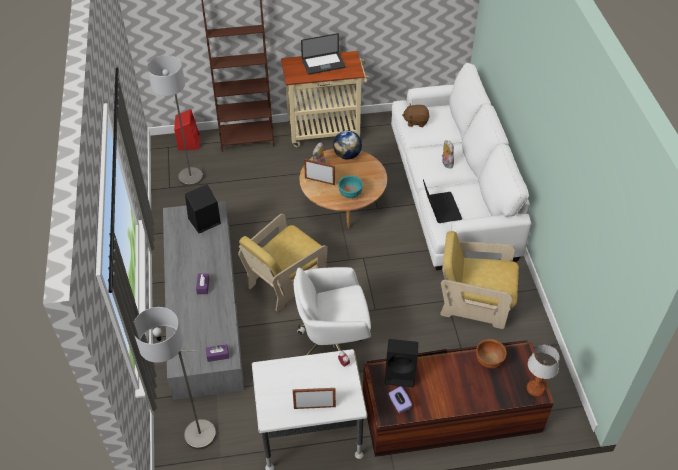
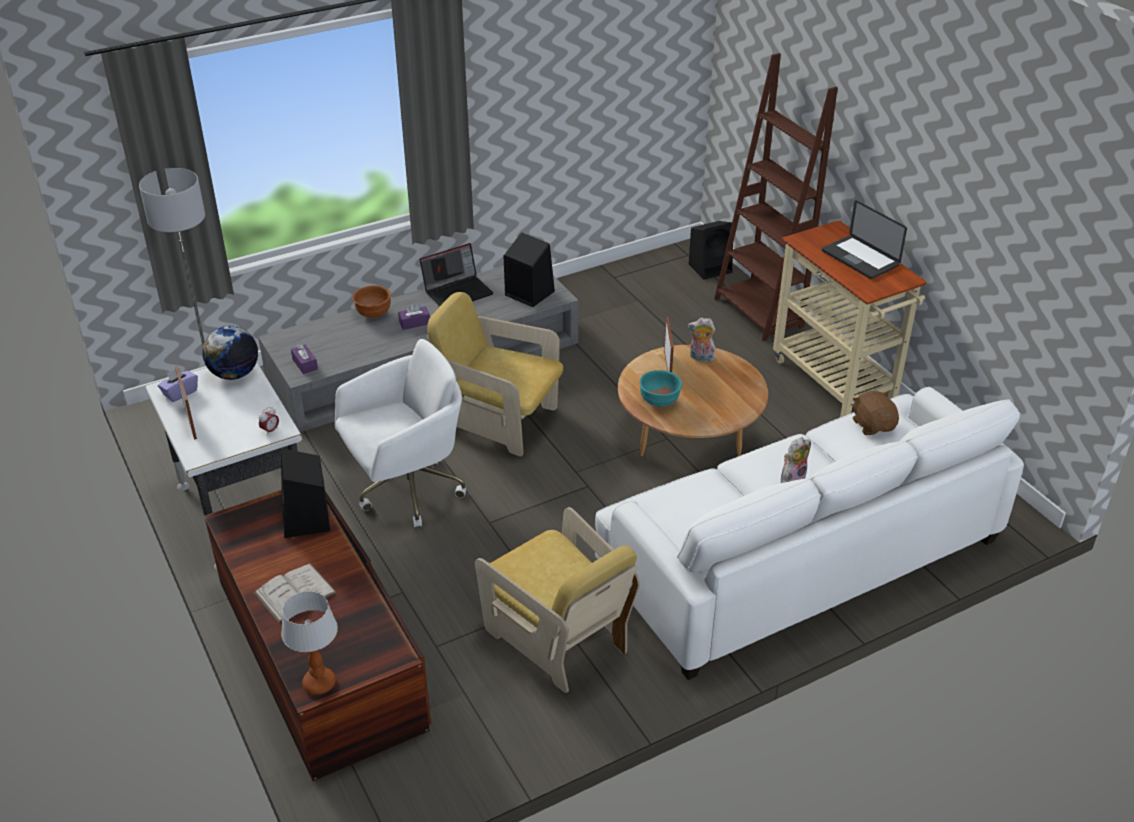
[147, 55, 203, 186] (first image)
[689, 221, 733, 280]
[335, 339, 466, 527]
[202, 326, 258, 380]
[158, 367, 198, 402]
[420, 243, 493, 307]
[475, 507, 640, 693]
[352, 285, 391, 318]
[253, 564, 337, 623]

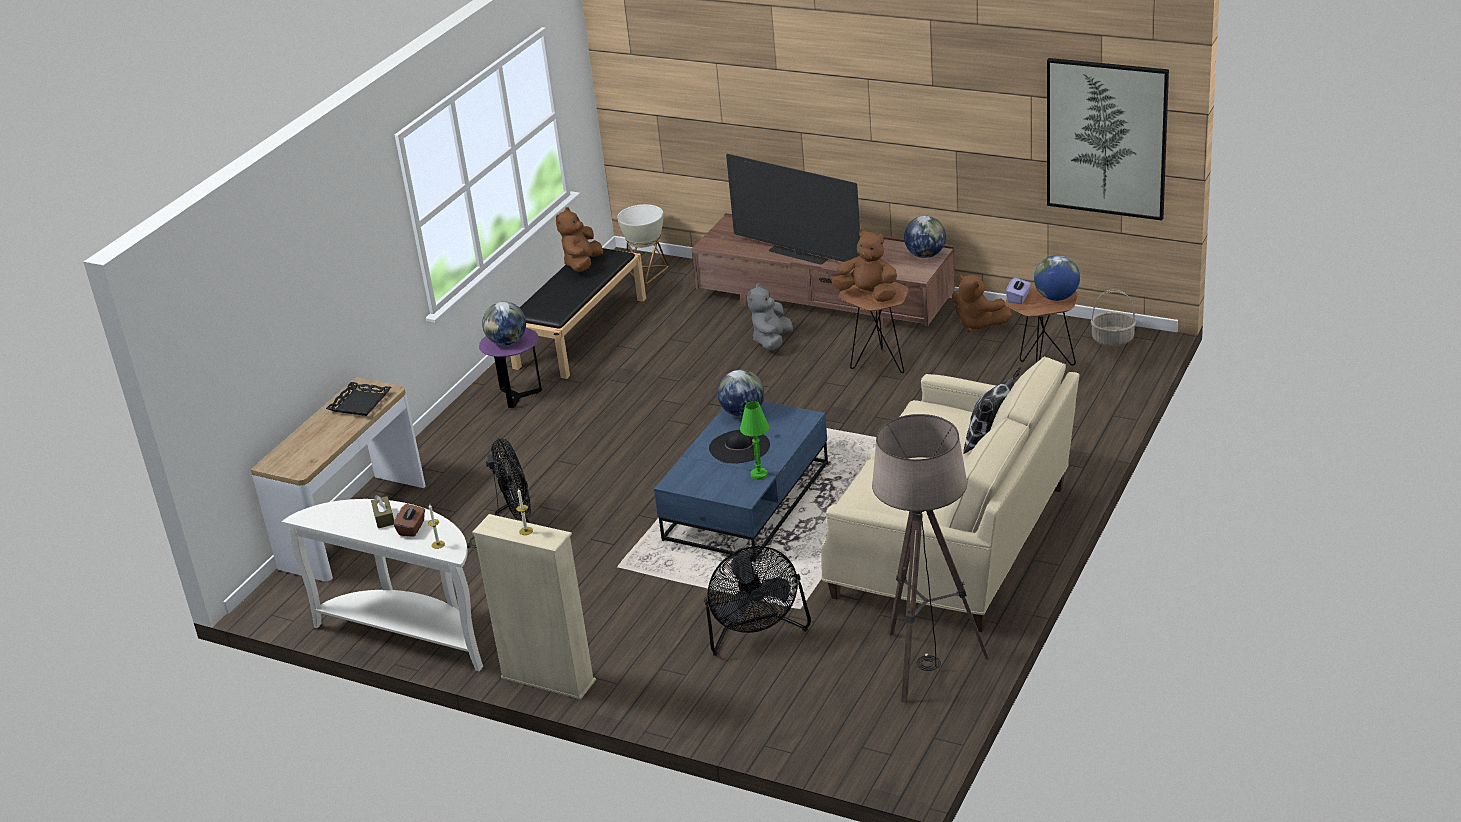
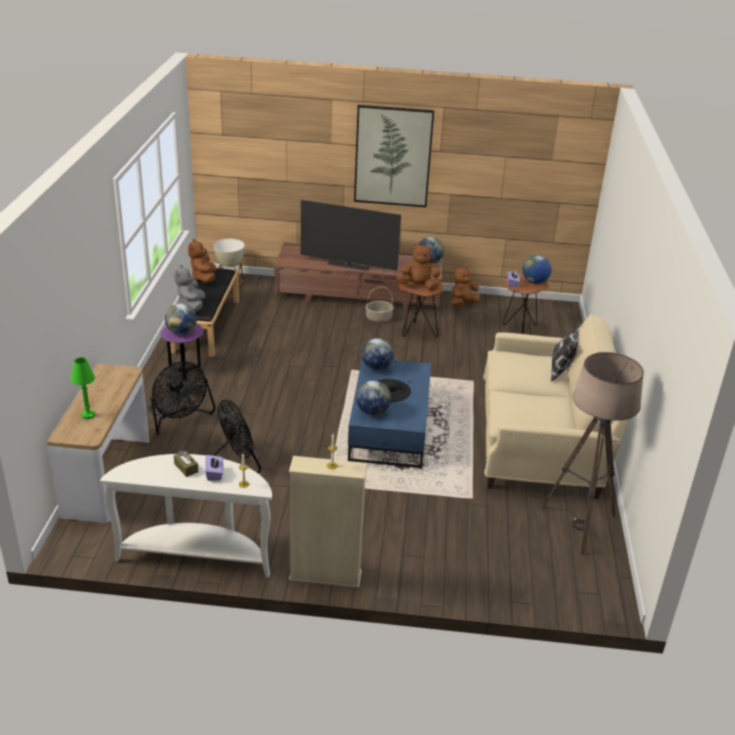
[326, 382, 391, 416] (first image)
[205, 455, 223, 481]
[148, 361, 215, 435]
[71, 357, 95, 419]
[174, 265, 205, 312]
[451, 266, 480, 307]
[354, 105, 434, 207]
[366, 286, 394, 323]
[356, 381, 391, 416]

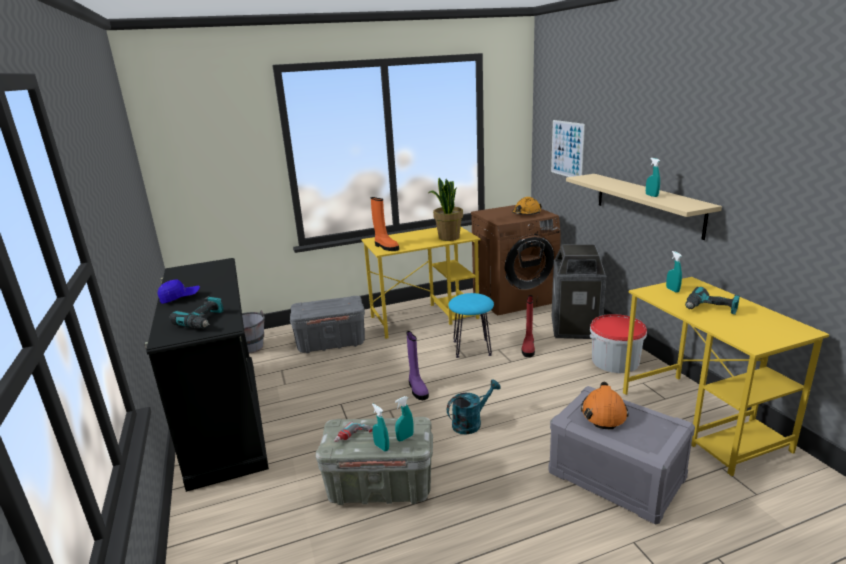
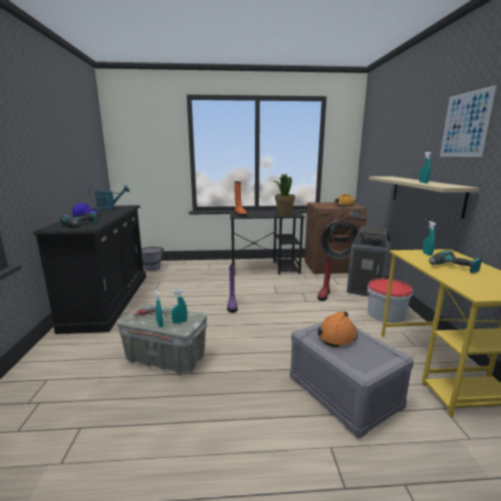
[290, 296, 365, 353] (first image)
[230, 210, 305, 276]
[89, 185, 130, 211]
[448, 293, 494, 358] (first image)
[440, 85, 497, 157]

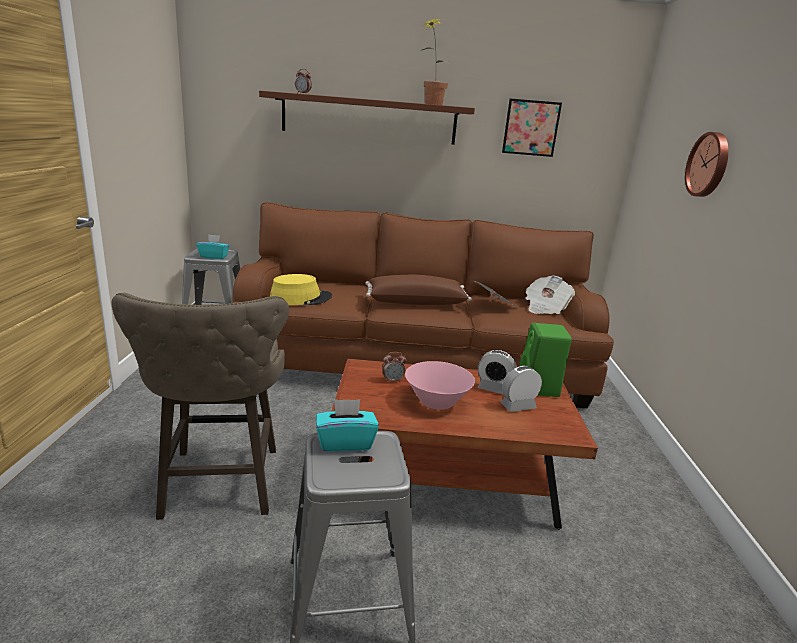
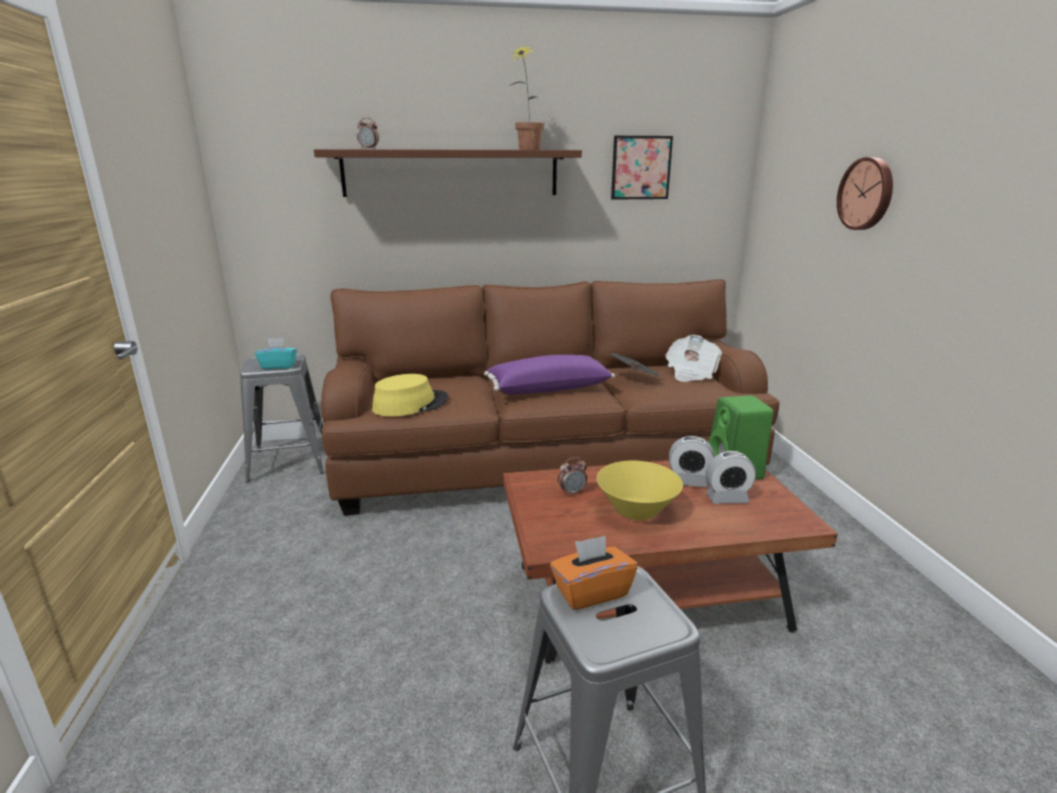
[112, 293, 289, 520] (first image)
[550, 535, 638, 610]
[484, 355, 615, 394]
[597, 461, 683, 520]
[706, 451, 756, 504]

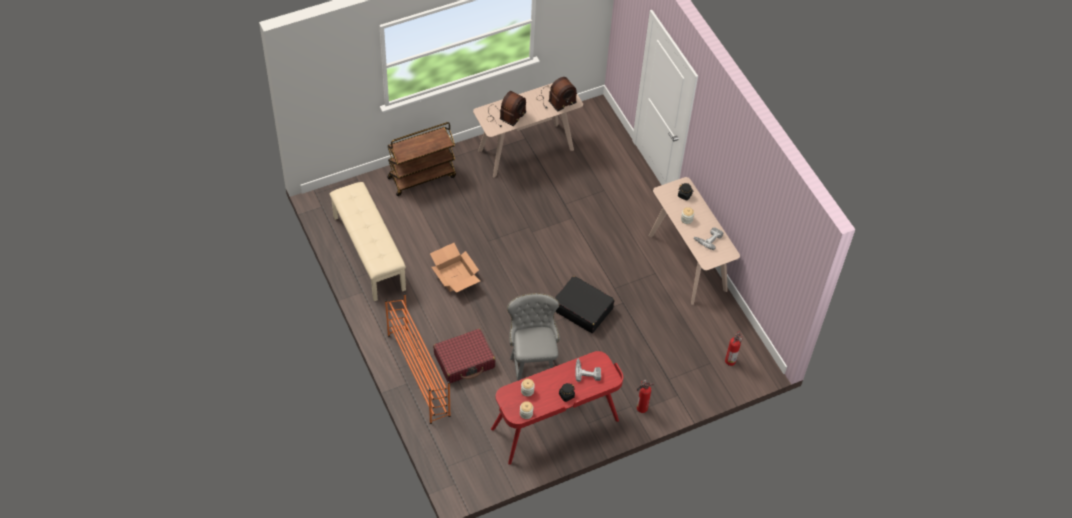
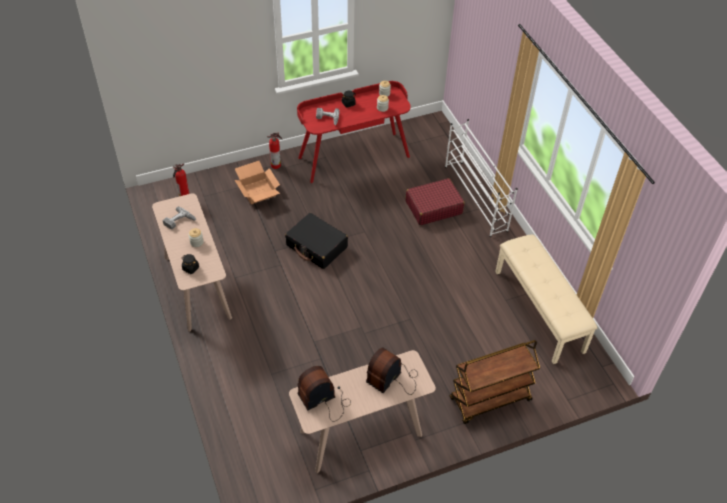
[445, 119, 518, 237]
[235, 161, 280, 204]
[507, 293, 560, 381] (first image)

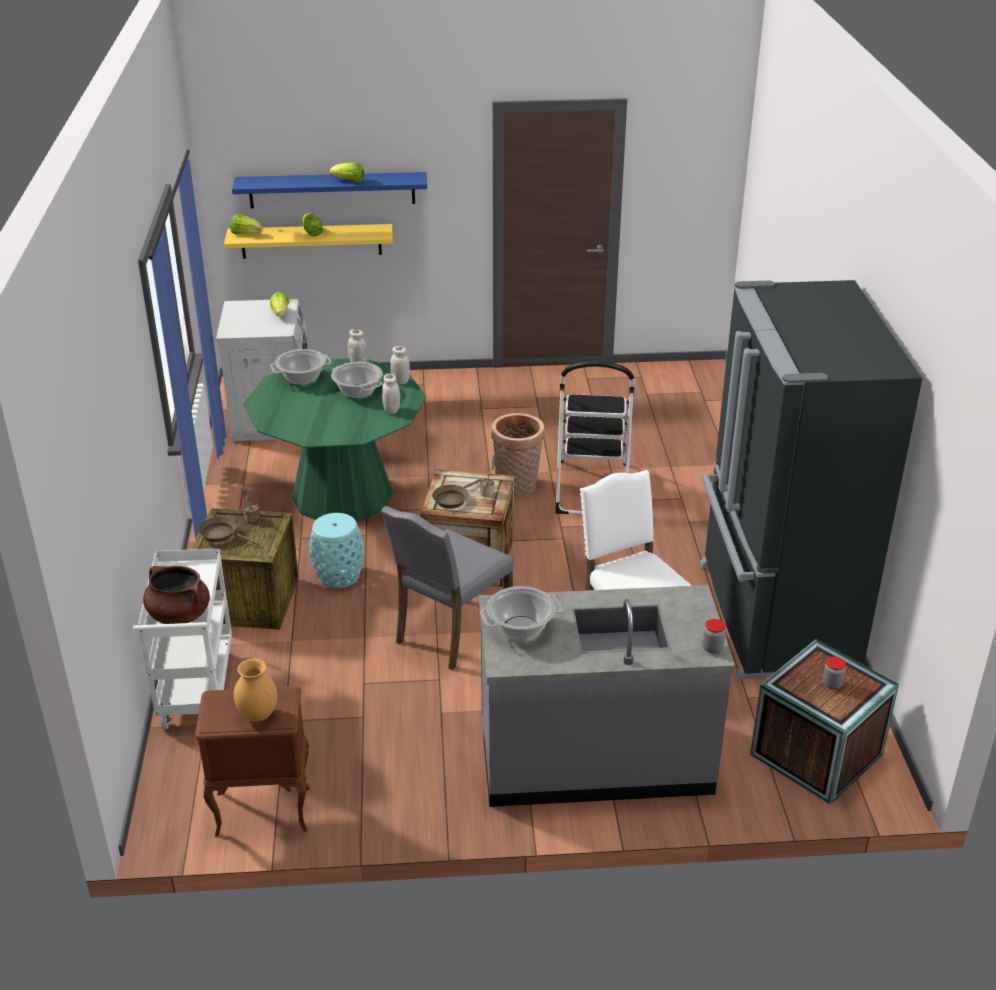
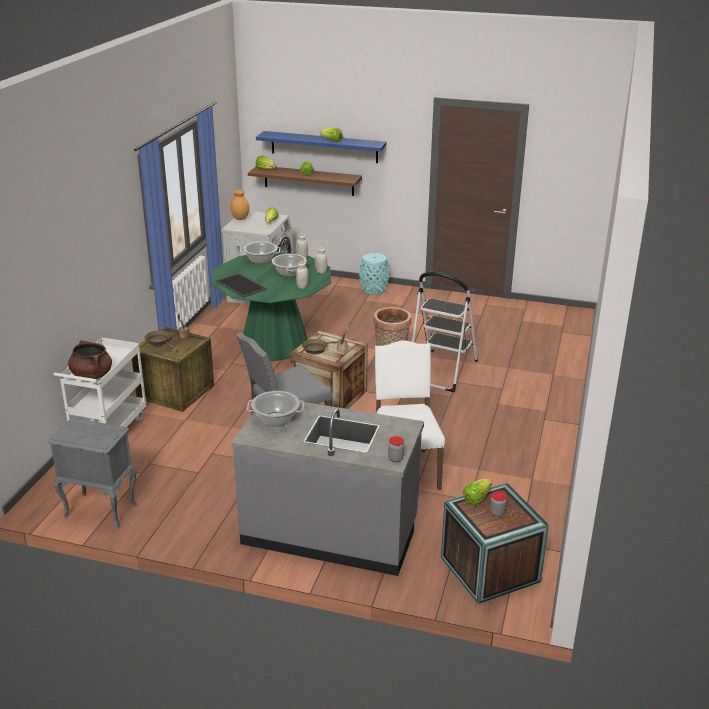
[48, 418, 138, 529]
[248, 167, 362, 196]
[230, 190, 249, 220]
[359, 253, 389, 295]
[700, 280, 923, 679] (first image)
[216, 273, 267, 298]
[463, 479, 492, 505]

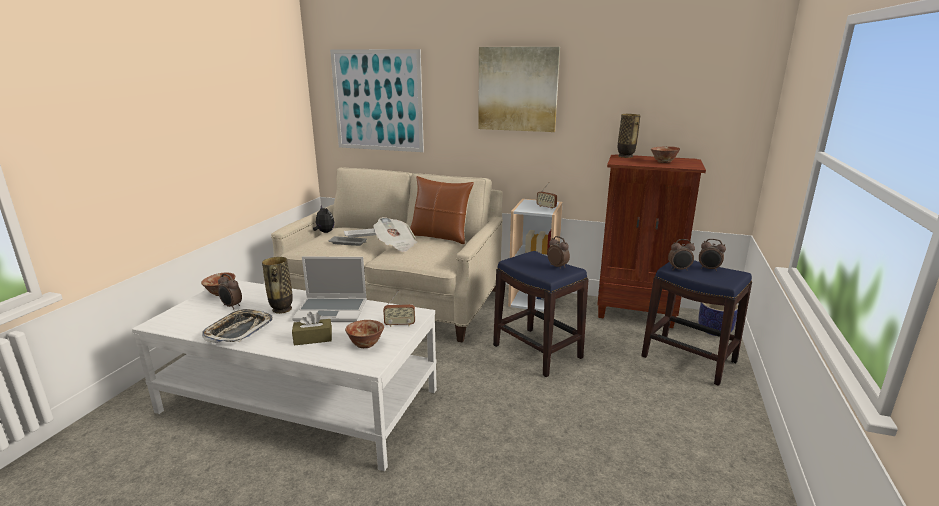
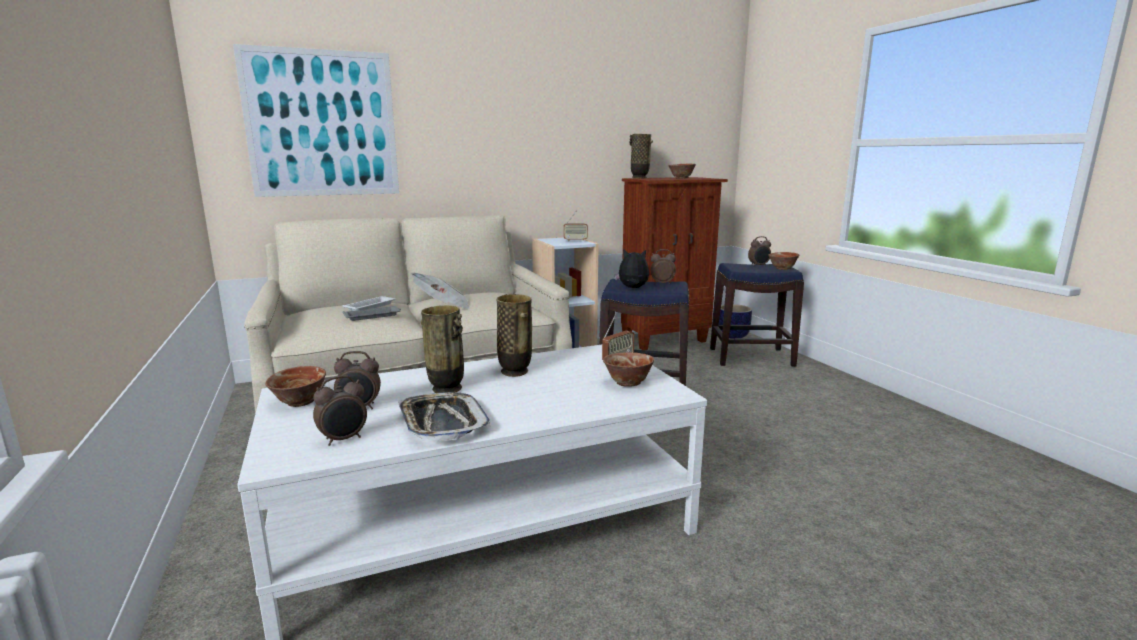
[497, 294, 532, 377]
[292, 312, 332, 346] (first image)
[615, 249, 649, 288]
[410, 176, 474, 244] (first image)
[478, 47, 560, 132] (first image)
[313, 375, 367, 446]
[768, 252, 799, 270]

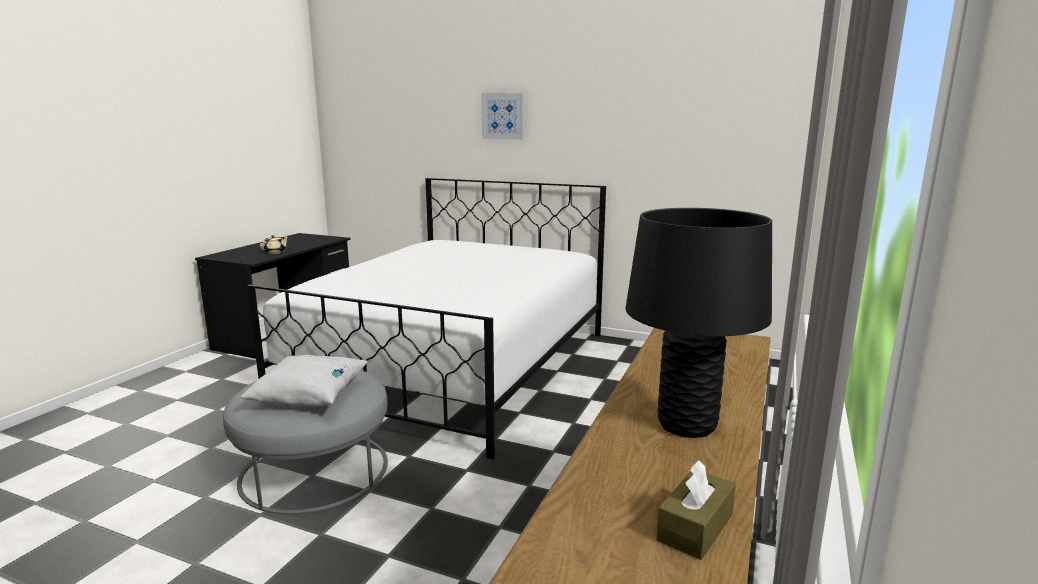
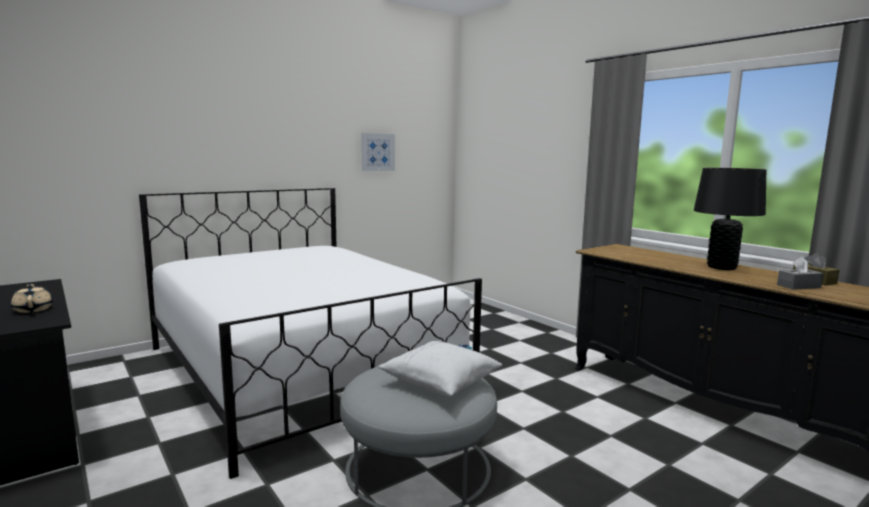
[361, 133, 395, 171]
[777, 257, 824, 290]

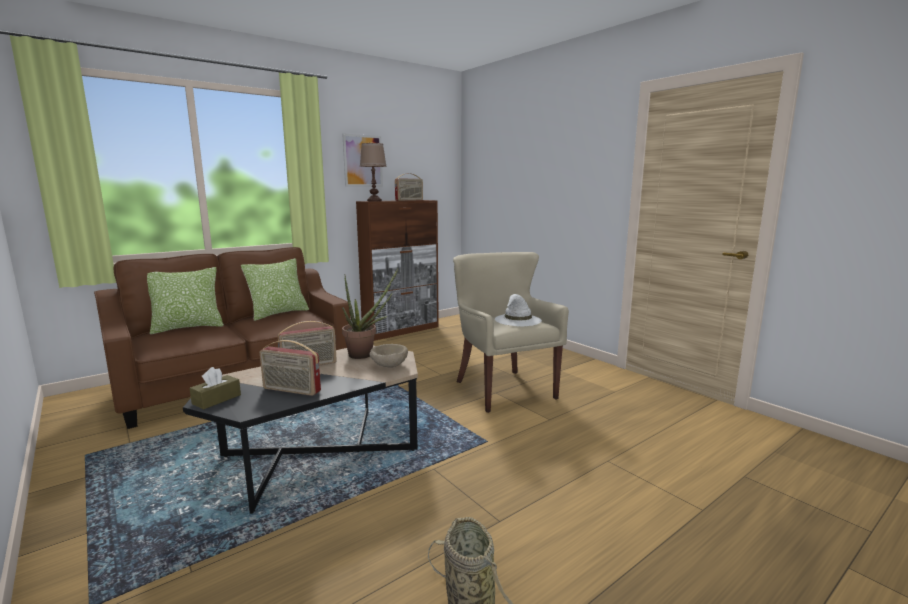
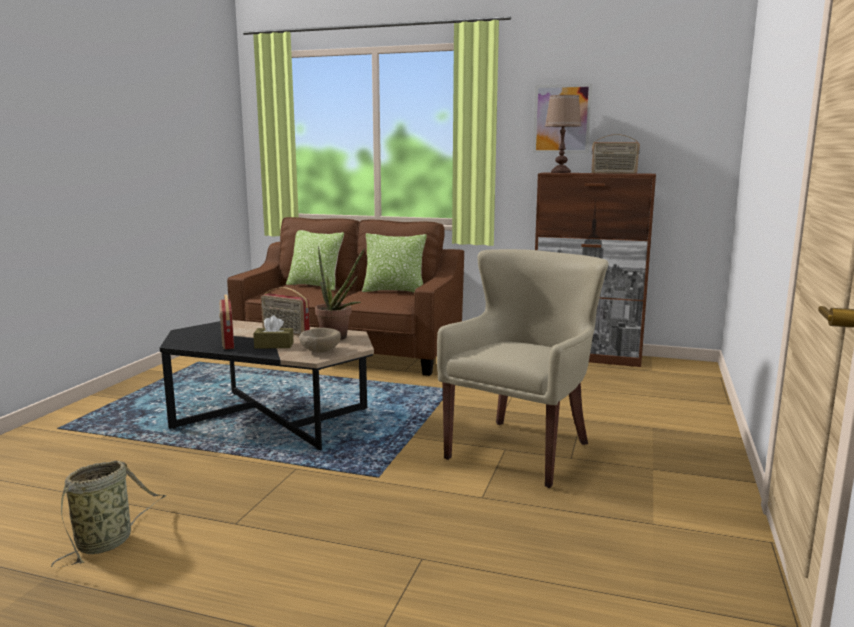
[253, 316, 294, 348]
[495, 294, 542, 326] (first image)

